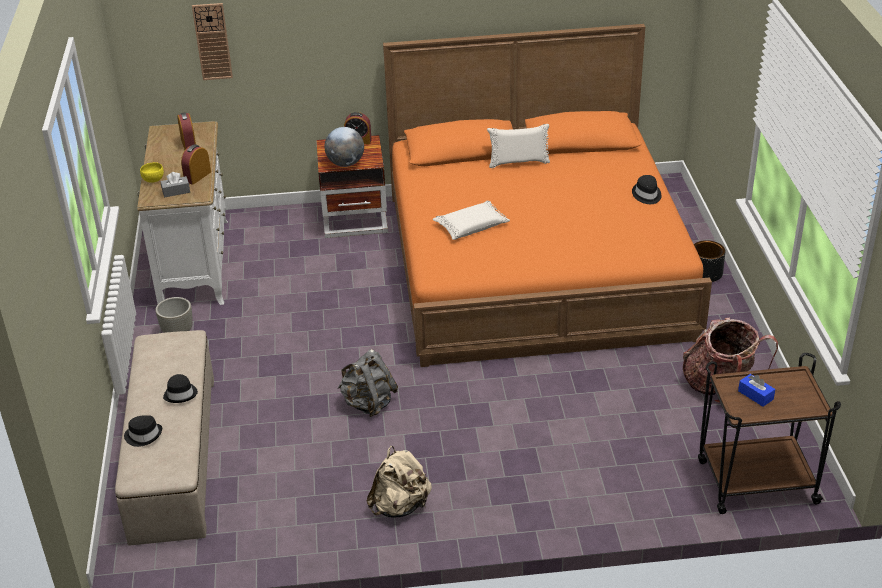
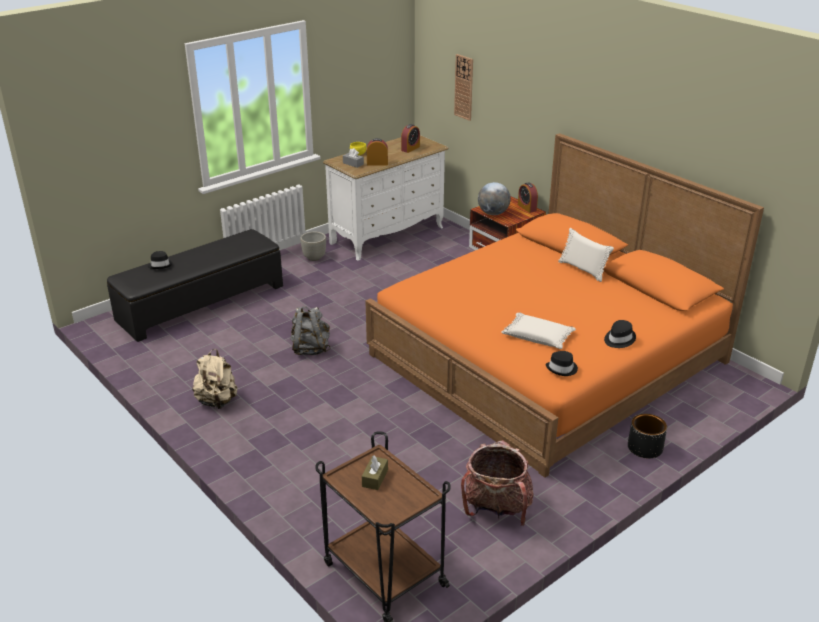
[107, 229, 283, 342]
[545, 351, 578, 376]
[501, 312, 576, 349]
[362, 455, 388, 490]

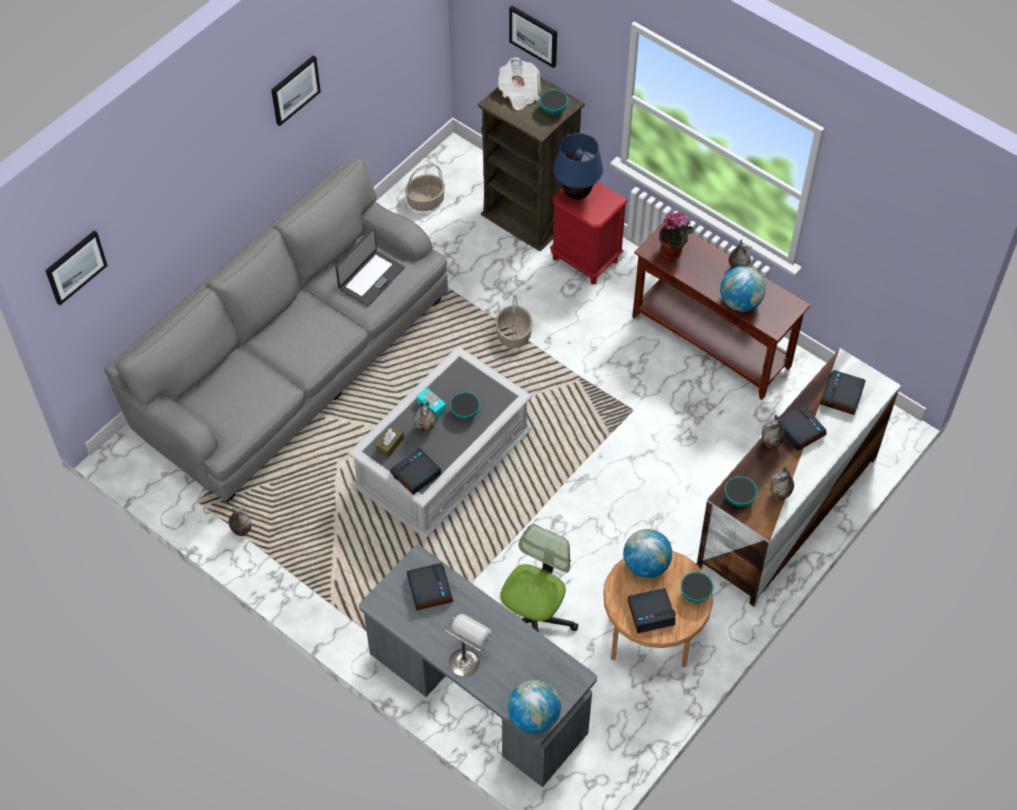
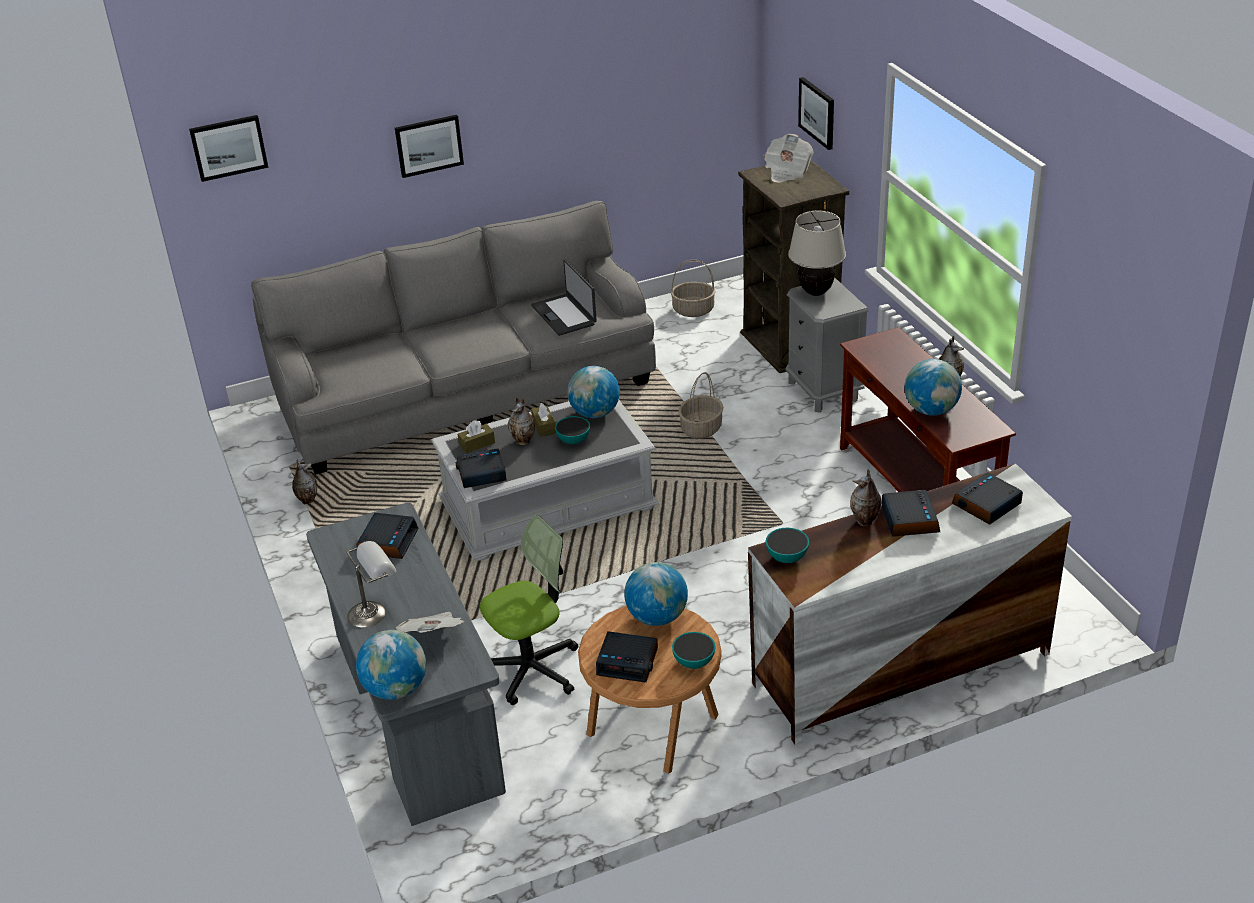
[395, 115, 464, 178]
[531, 260, 597, 336]
[531, 403, 556, 437]
[539, 89, 568, 115] (first image)
[786, 277, 868, 413]
[788, 211, 846, 296]
[659, 212, 693, 259] (first image)
[770, 467, 794, 500] (first image)
[396, 612, 465, 633]
[567, 366, 620, 418]

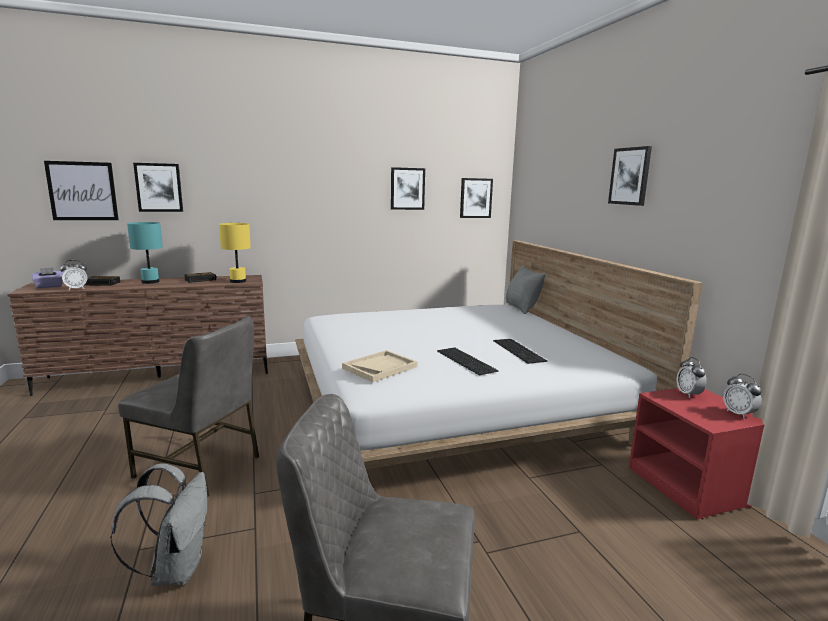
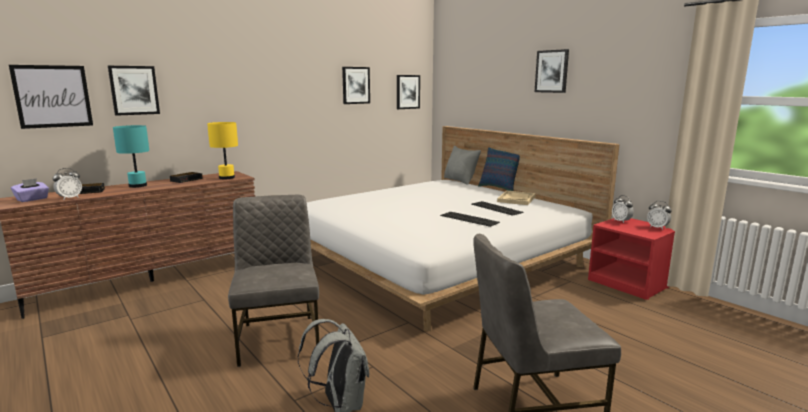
[228, 195, 319, 367]
[497, 190, 536, 205]
[478, 147, 520, 191]

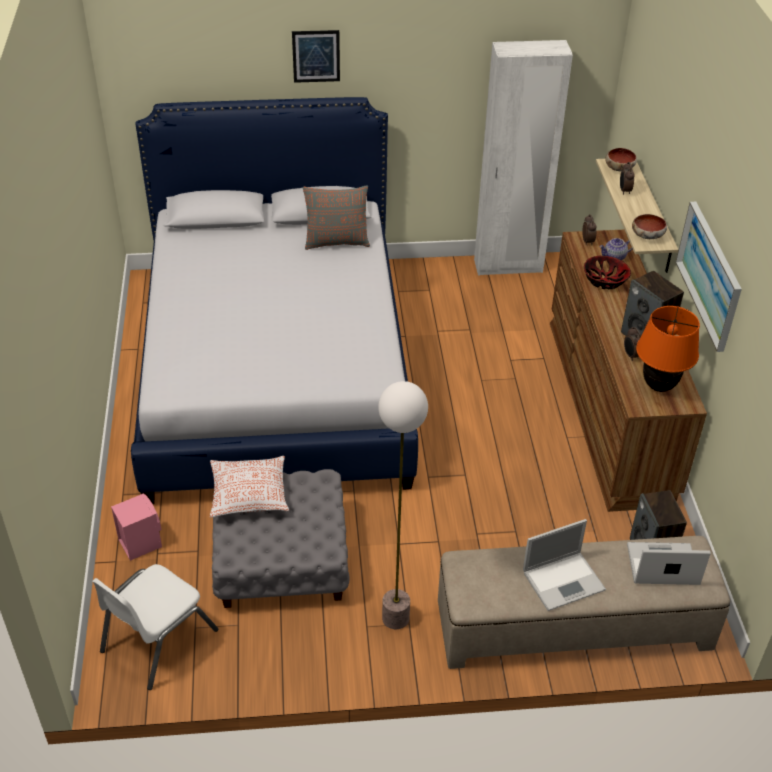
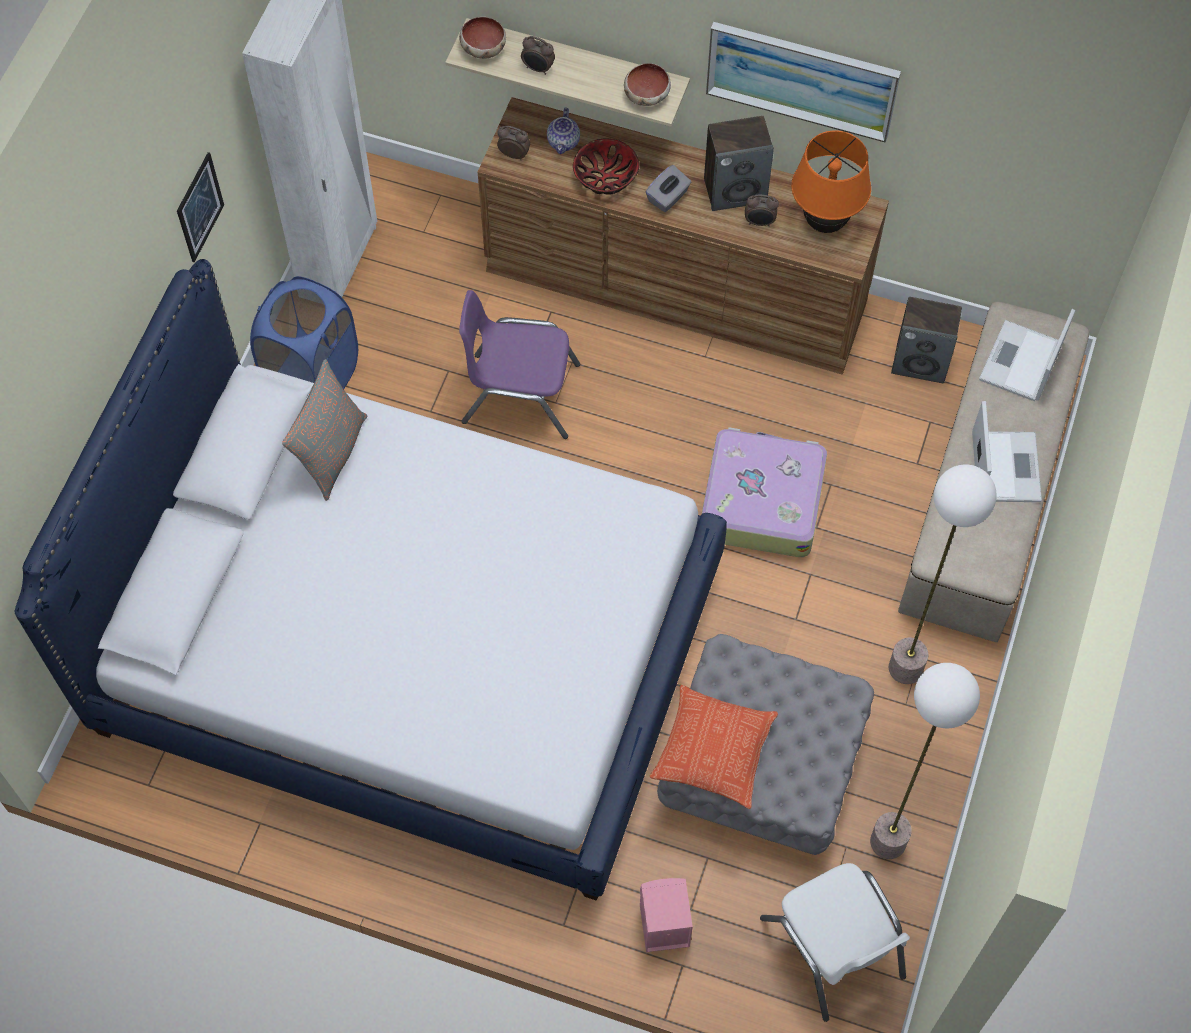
[650, 685, 778, 809]
[177, 152, 224, 262]
[250, 276, 358, 389]
[459, 290, 580, 439]
[645, 165, 691, 212]
[702, 427, 827, 557]
[870, 663, 980, 859]

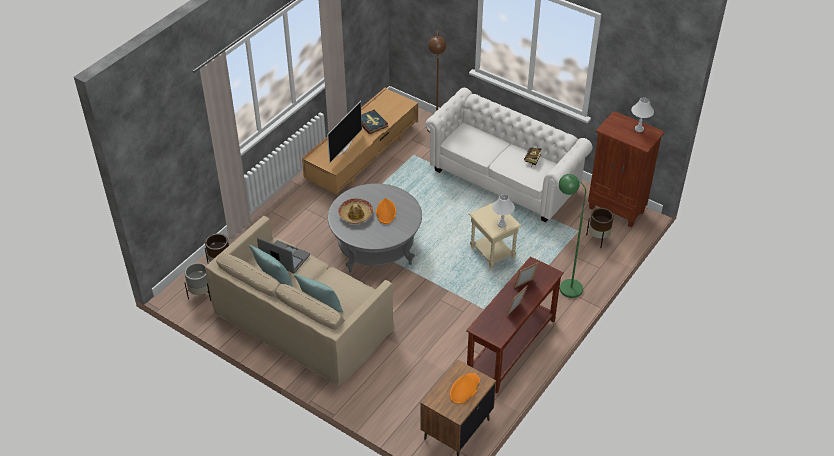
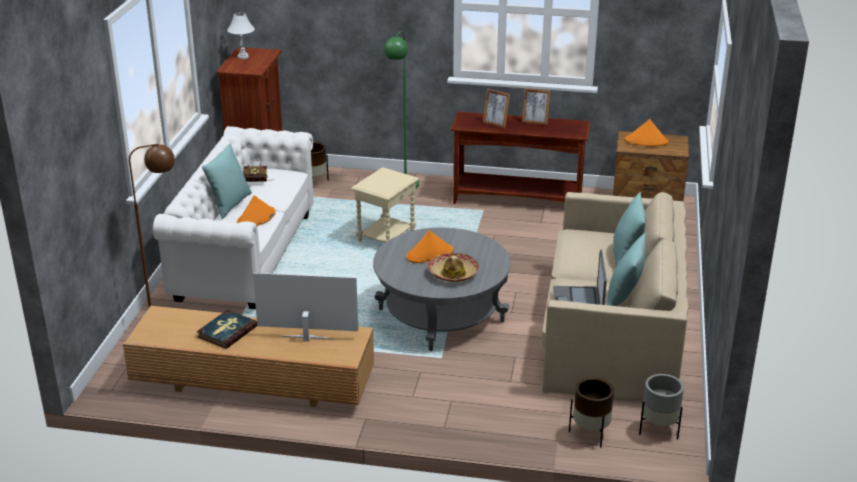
[492, 194, 515, 228] (first image)
[202, 143, 252, 219]
[237, 195, 276, 226]

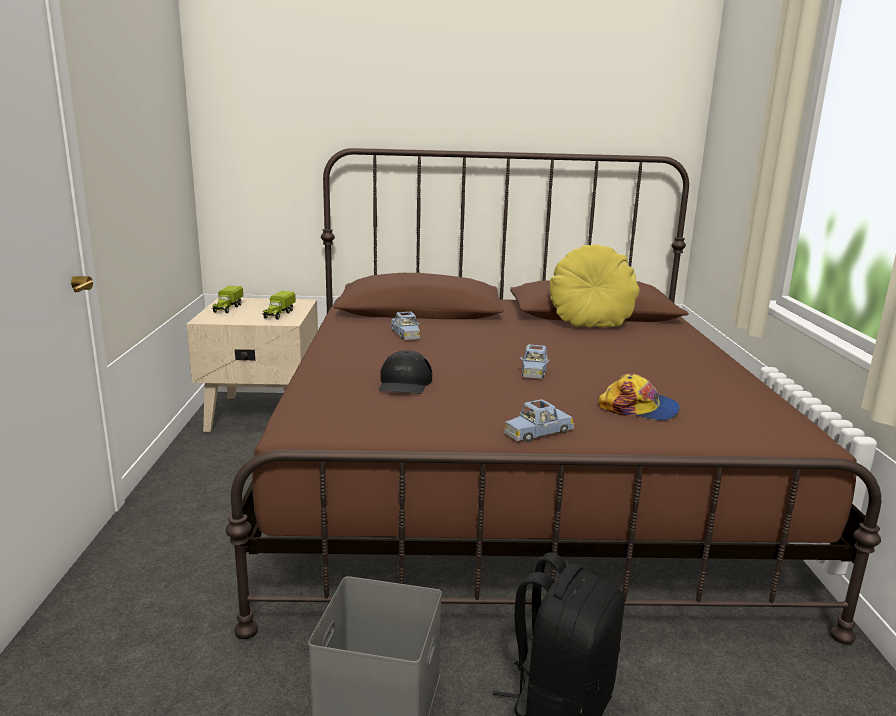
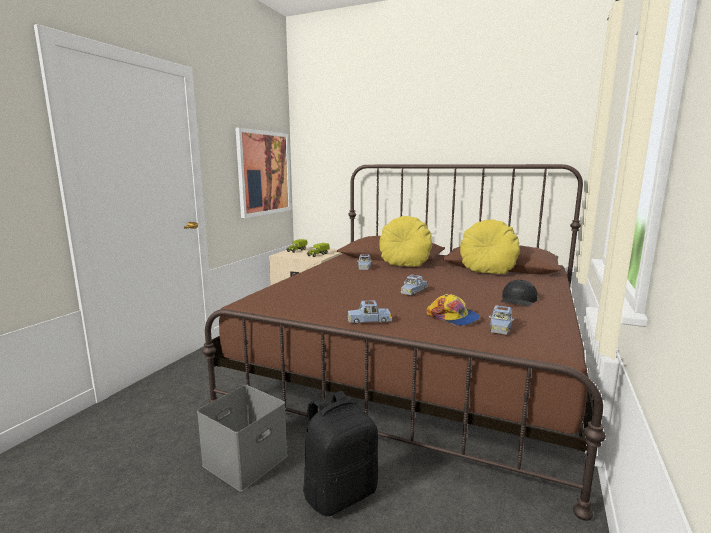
[501, 280, 538, 307]
[235, 128, 291, 218]
[379, 216, 432, 267]
[489, 306, 514, 335]

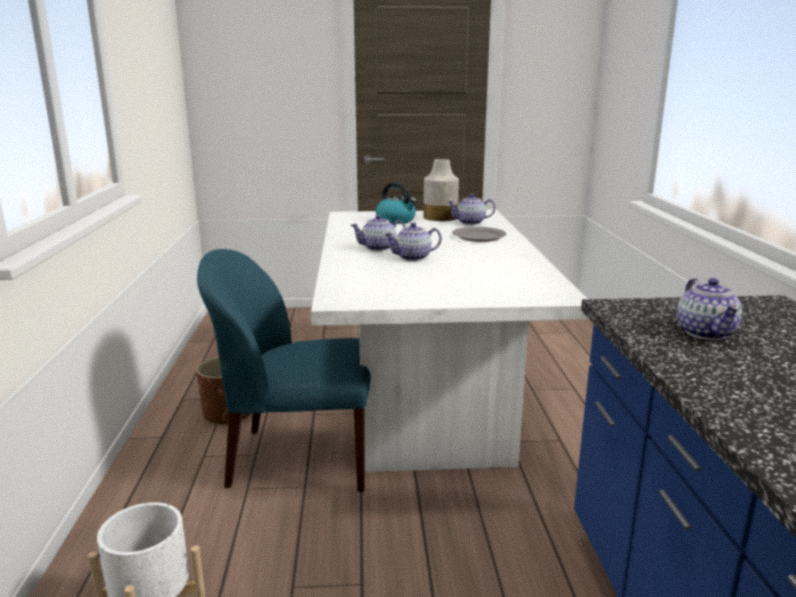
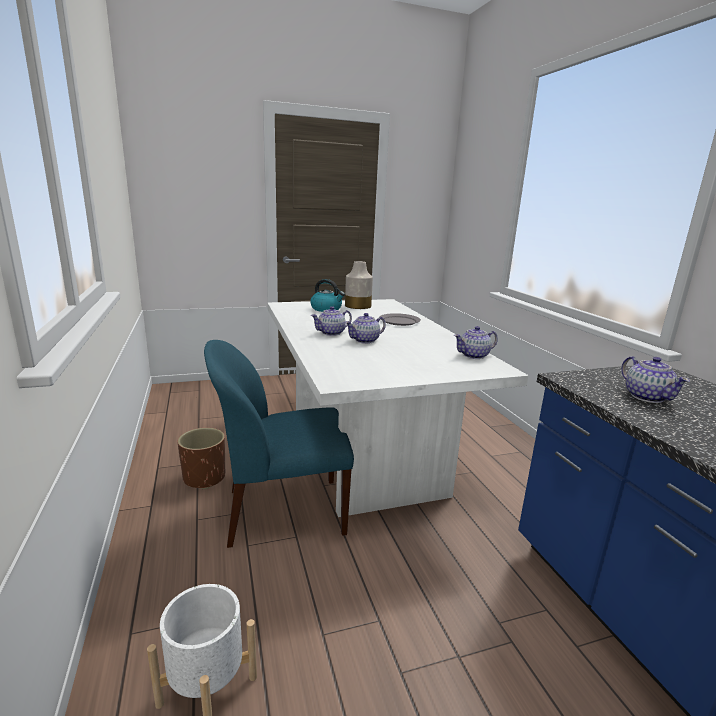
[454, 326, 498, 359]

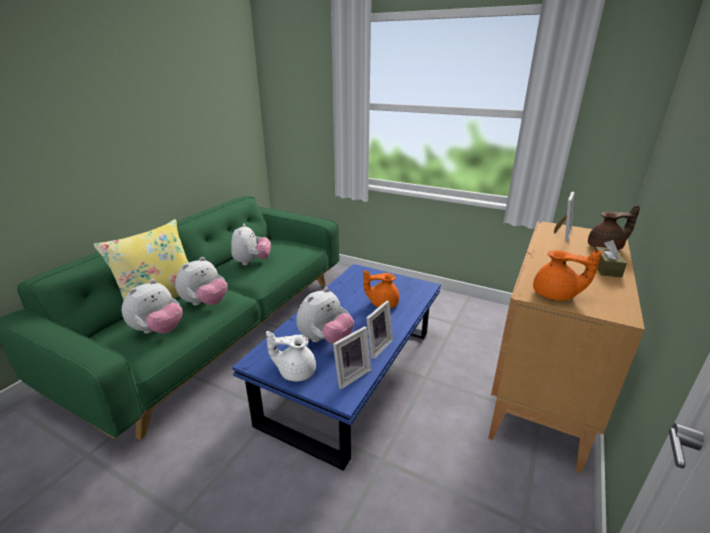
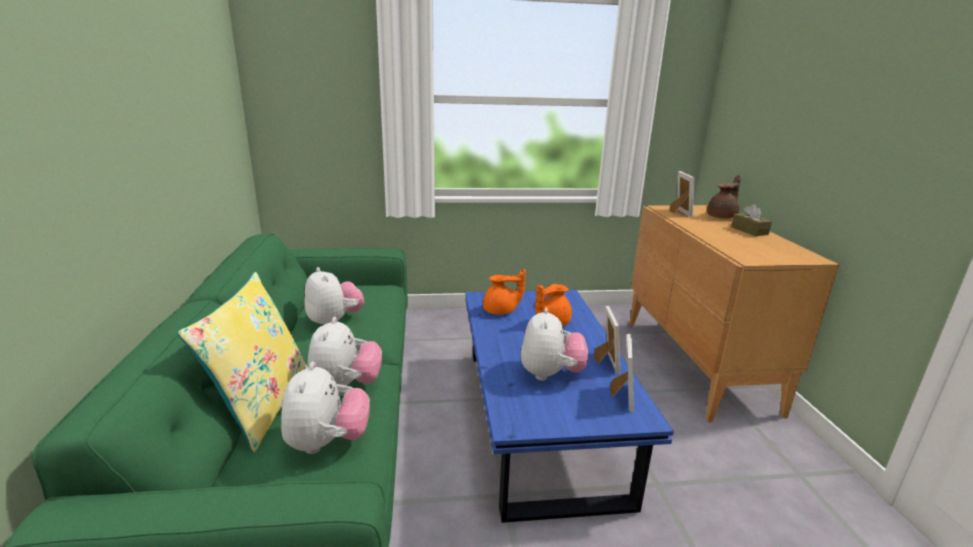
[266, 331, 316, 382] (first image)
[483, 269, 526, 315]

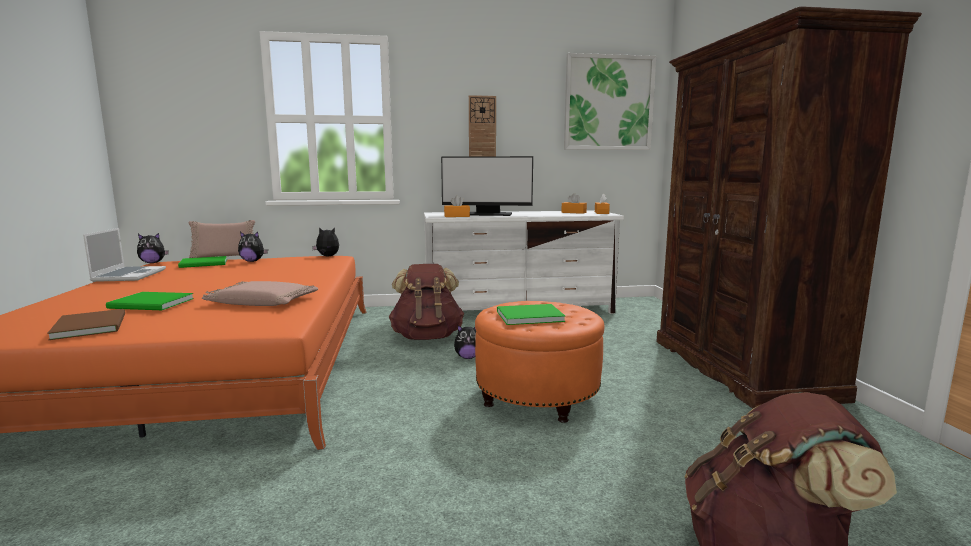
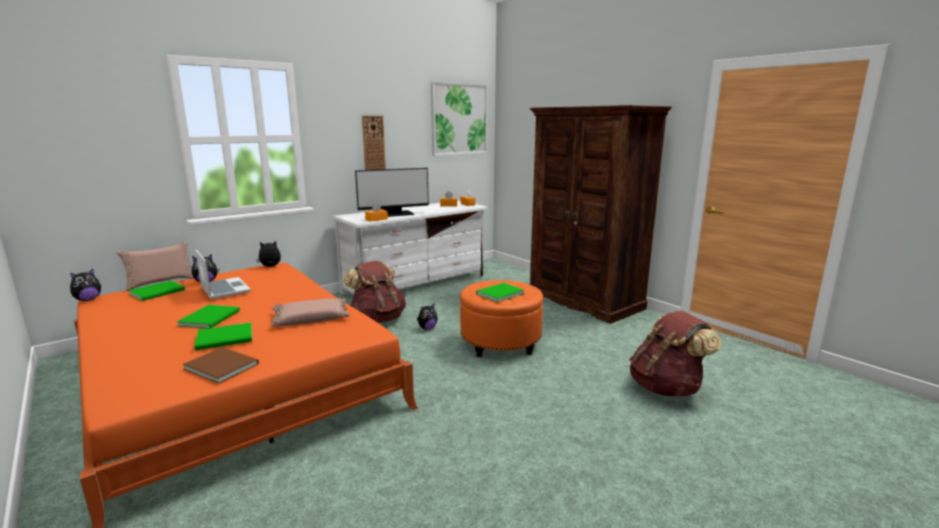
[195, 250, 251, 299]
[177, 305, 240, 328]

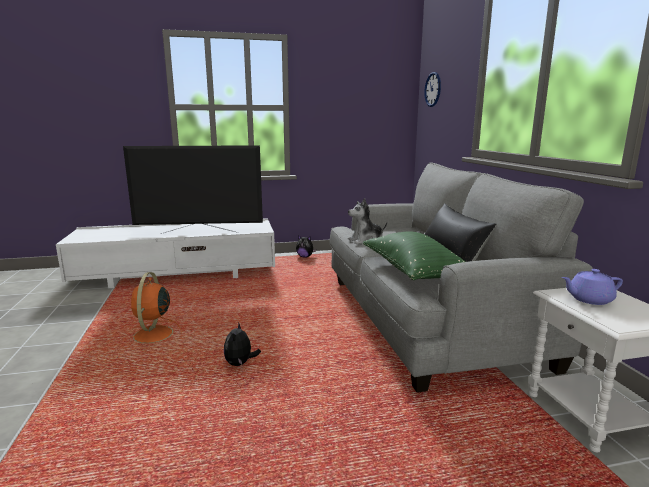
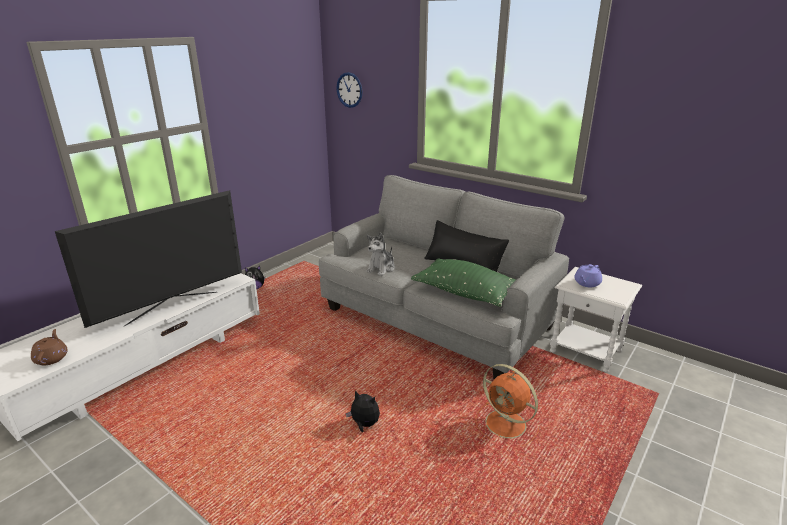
[475, 364, 539, 446]
[346, 390, 380, 432]
[31, 329, 68, 365]

